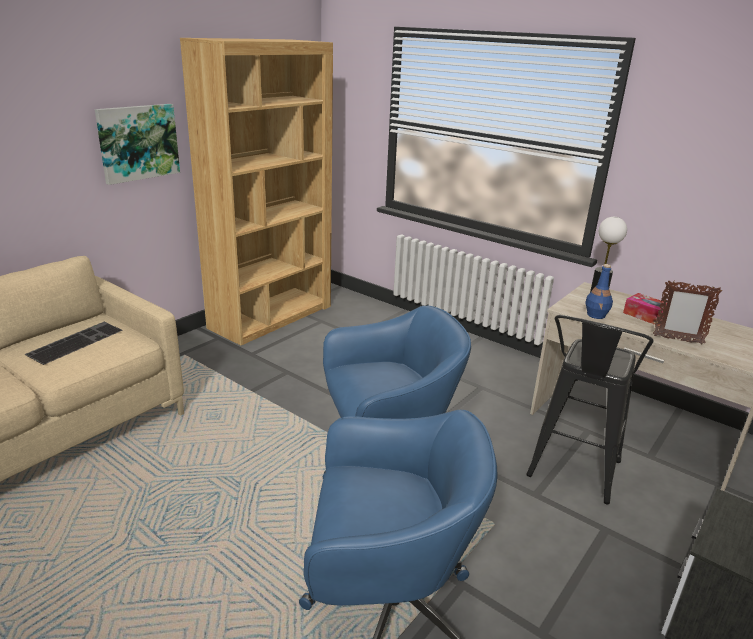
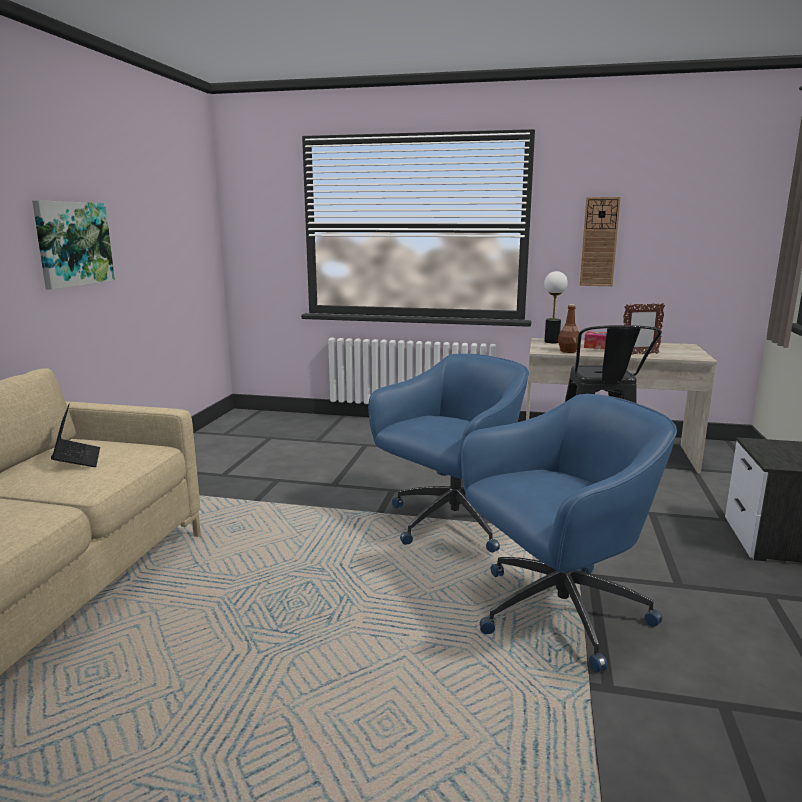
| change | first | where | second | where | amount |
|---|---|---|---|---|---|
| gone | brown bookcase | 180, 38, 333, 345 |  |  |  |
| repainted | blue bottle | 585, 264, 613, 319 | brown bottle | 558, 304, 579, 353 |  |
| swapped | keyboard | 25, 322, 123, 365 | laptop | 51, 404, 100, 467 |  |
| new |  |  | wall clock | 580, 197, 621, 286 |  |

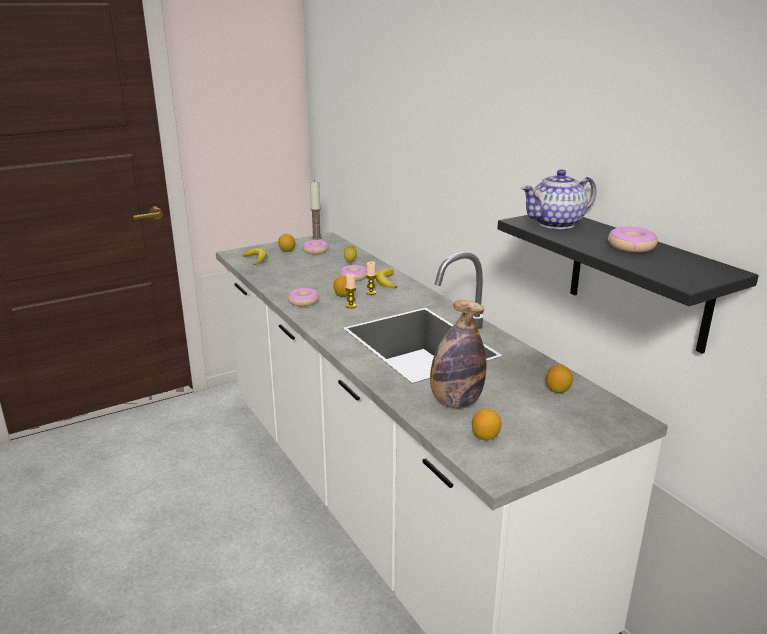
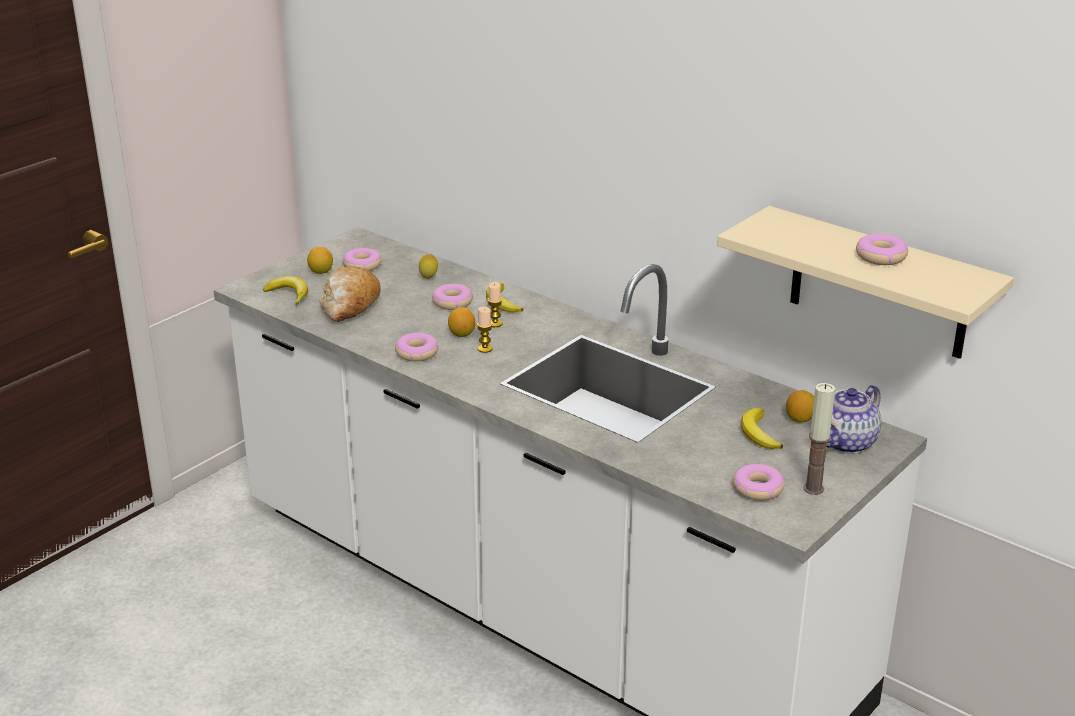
| change | first | where | second | where | amount |
|---|---|---|---|---|---|
| shifted | teapot | 521, 170, 596, 229 |  | 826, 385, 881, 454 |  |
| shifted | candle | 310, 180, 322, 240 |  | 803, 383, 835, 495 |  |
| repainted | black shelf | 497, 215, 759, 354 | beige shelf | 717, 206, 1014, 359 |  |
| gone | bottle | 430, 300, 486, 408 |  |  |  |
| swapped | lemon | 472, 408, 502, 440 | donut | 733, 464, 784, 501 |  |
| new |  |  | bread | 320, 266, 381, 322 |  |
| new |  |  | banana | 741, 408, 783, 449 |  |

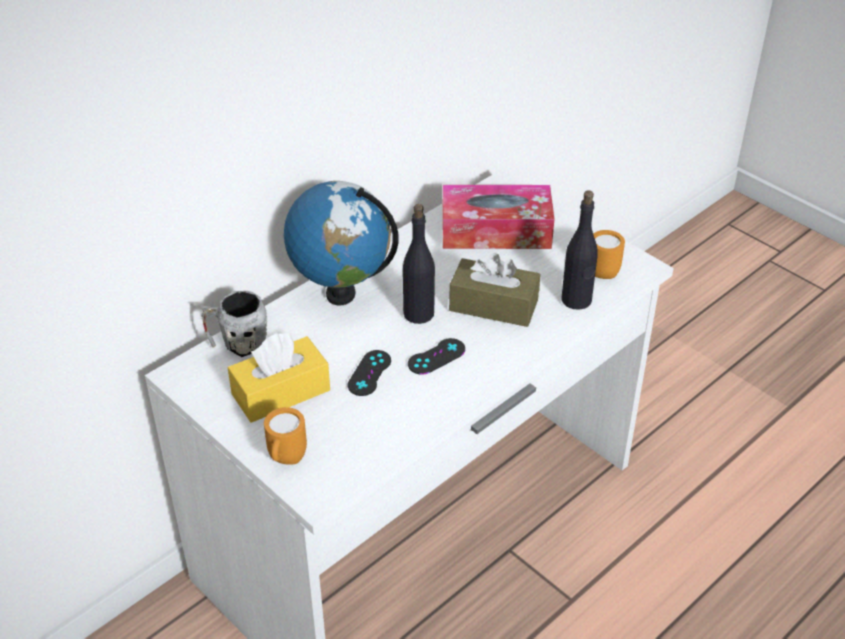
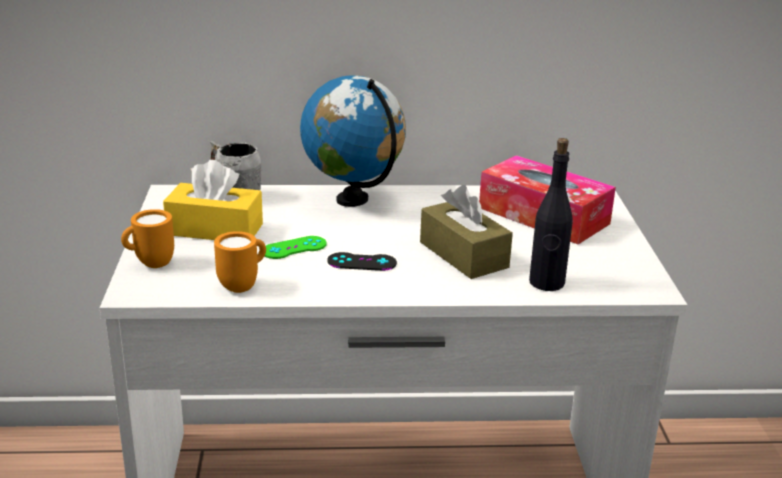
| change | first | where | second | where | amount |
|---|---|---|---|---|---|
| gone | black bottle | 403, 204, 435, 324 |  |  |  |
| shifted | orange mug | 593, 230, 625, 279 |  | 214, 231, 266, 293 |  |
| repainted | black game controller | 348, 350, 391, 396 | green game controller | 265, 236, 327, 259 |  |

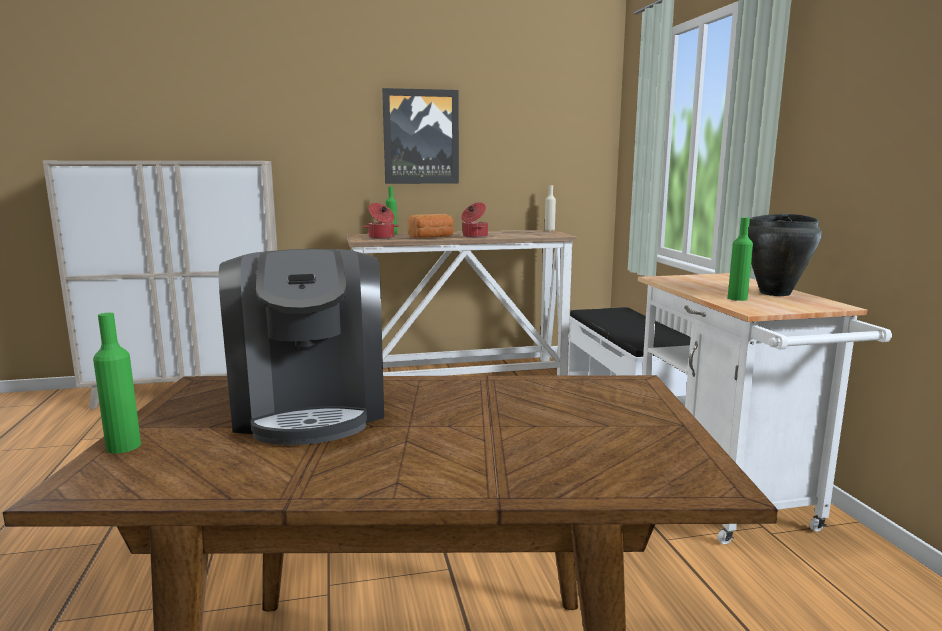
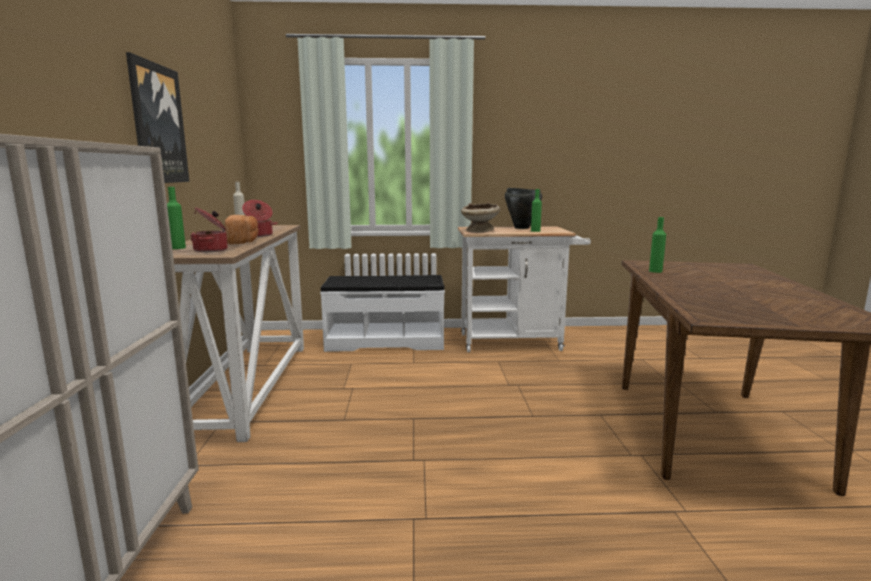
| change | first | where | second | where | amount |
|---|---|---|---|---|---|
| gone | coffee machine | 219, 249, 384, 445 |  |  |  |
| shifted | green bottle | 93, 313, 141, 453 |  | 649, 217, 666, 273 |  |
| new |  |  | beige bowl | 461, 203, 500, 233 |  |

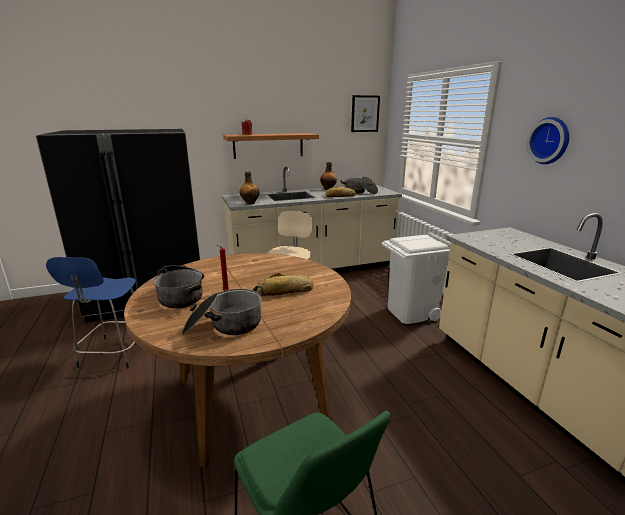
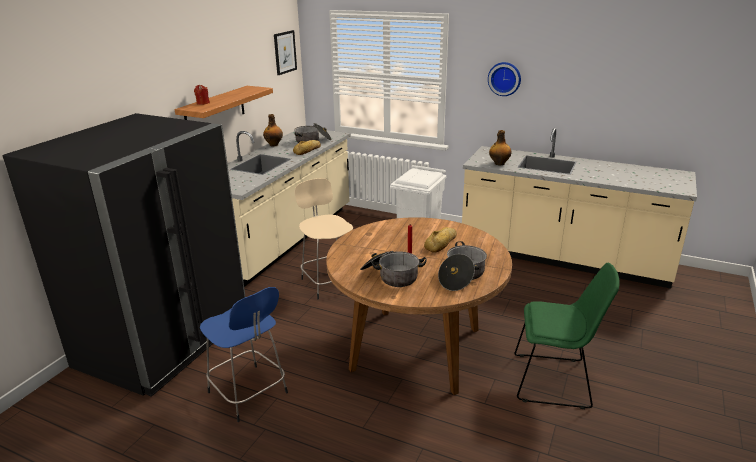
| change | first | where | second | where | amount |
|---|---|---|---|---|---|
| shifted | bottle | 240, 171, 260, 204 |  | 489, 130, 511, 165 |  |

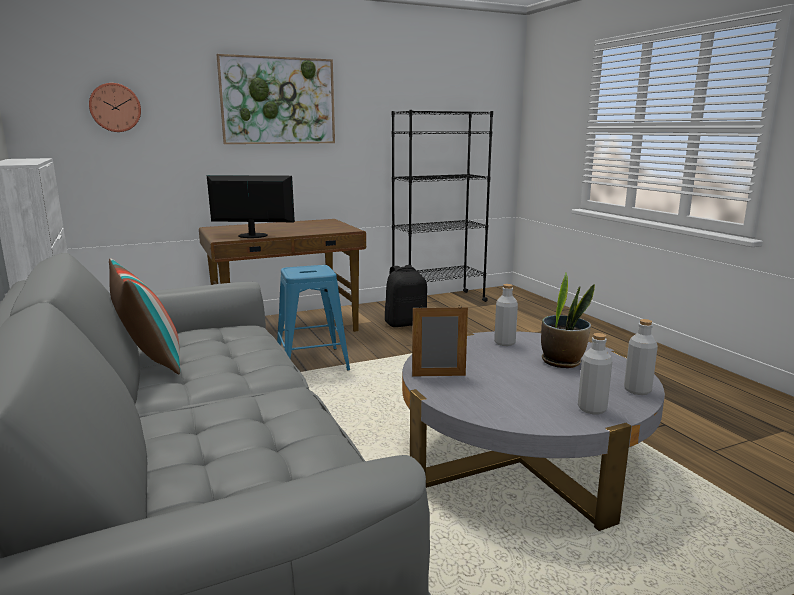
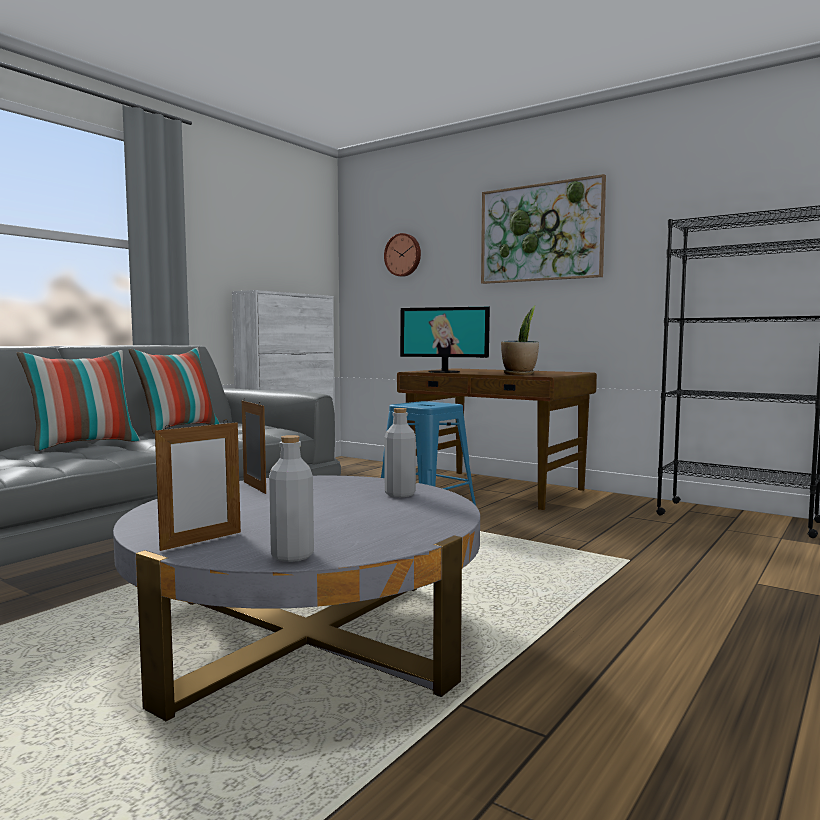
| change | first | where | second | where | amount |
|---|---|---|---|---|---|
| rotated | monitor | 207, 175, 295, 238 |  | 400, 307, 490, 373 | 135 degrees clockwise |
| gone | black backpack | 385, 265, 427, 327 |  |  |  |
| shifted | potted plant | 541, 273, 595, 368 |  | 501, 306, 539, 375 |  |
| swapped | grey bottle | 578, 333, 612, 414 | picture frame | 155, 419, 241, 551 |  |
| new |  |  | pillow | 17, 350, 140, 451 |  |

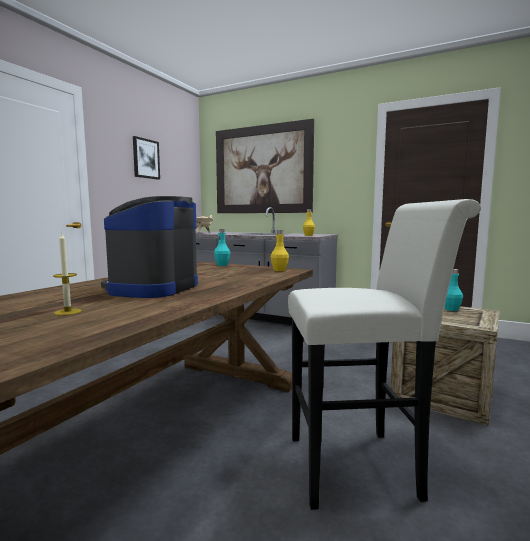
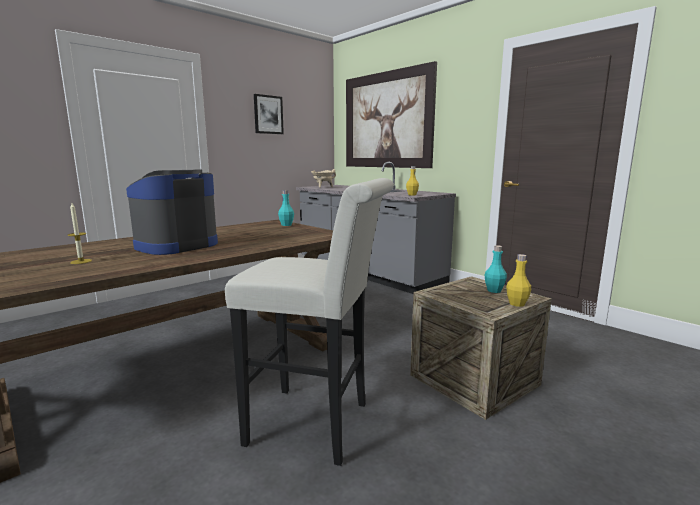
| change | first | where | second | where | amount |
|---|---|---|---|---|---|
| shifted | yellow bottle | 271, 230, 289, 271 |  | 506, 254, 531, 307 |  |

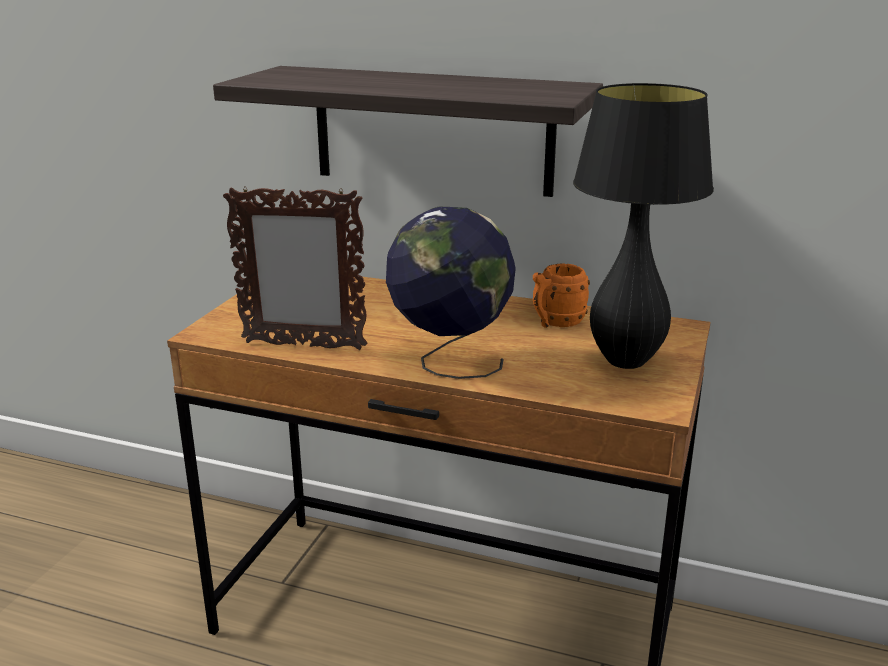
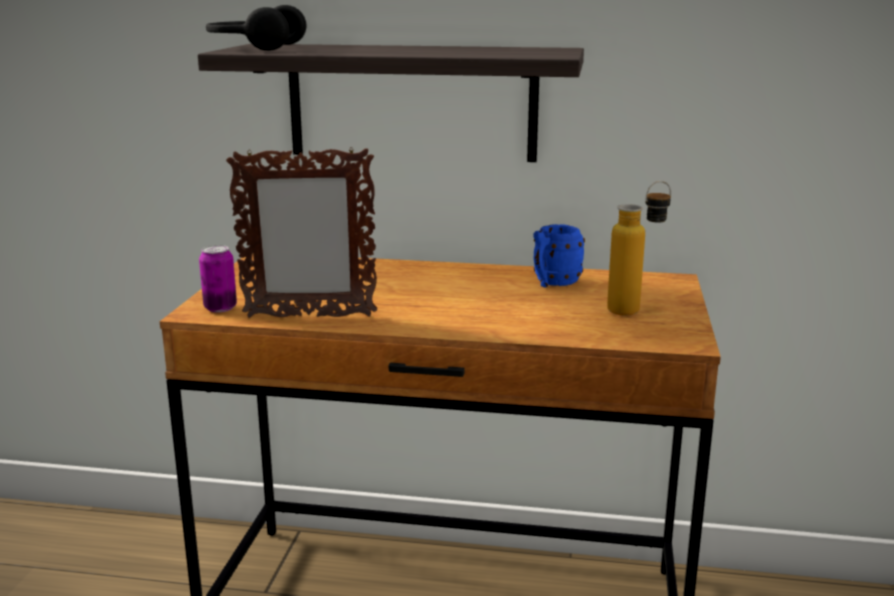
| change | first | where | second | where | amount |
|---|---|---|---|---|---|
| swapped | black table lamp | 573, 83, 714, 369 | bottle | 607, 181, 671, 316 |  |
| gone | globe | 386, 206, 516, 379 |  |  |  |
| repainted | orange mug | 533, 263, 590, 328 | blue mug | 533, 224, 585, 288 |  |
| new |  |  | black headphones | 206, 5, 306, 51 |  |
| new |  |  | can | 199, 245, 237, 313 |  |

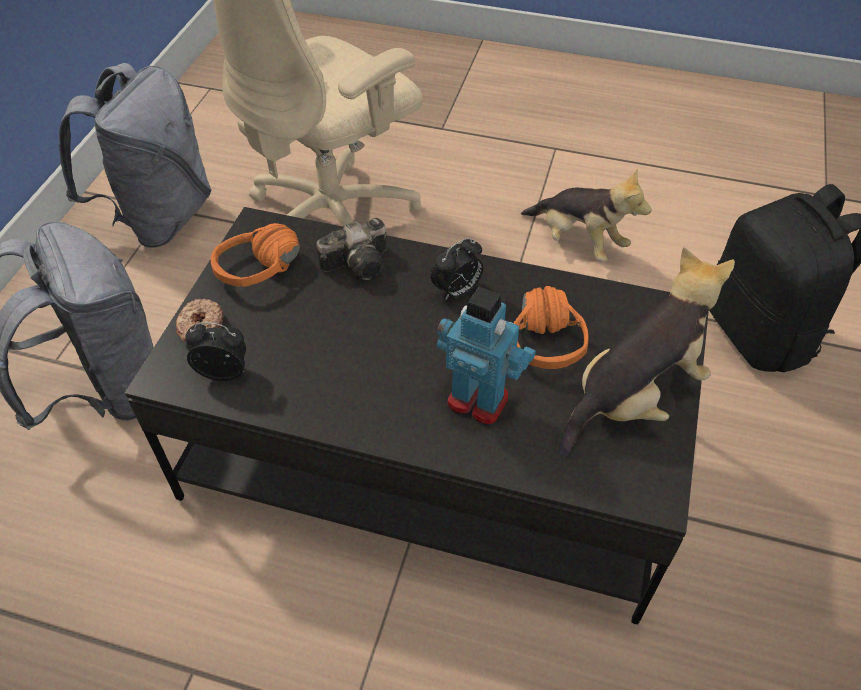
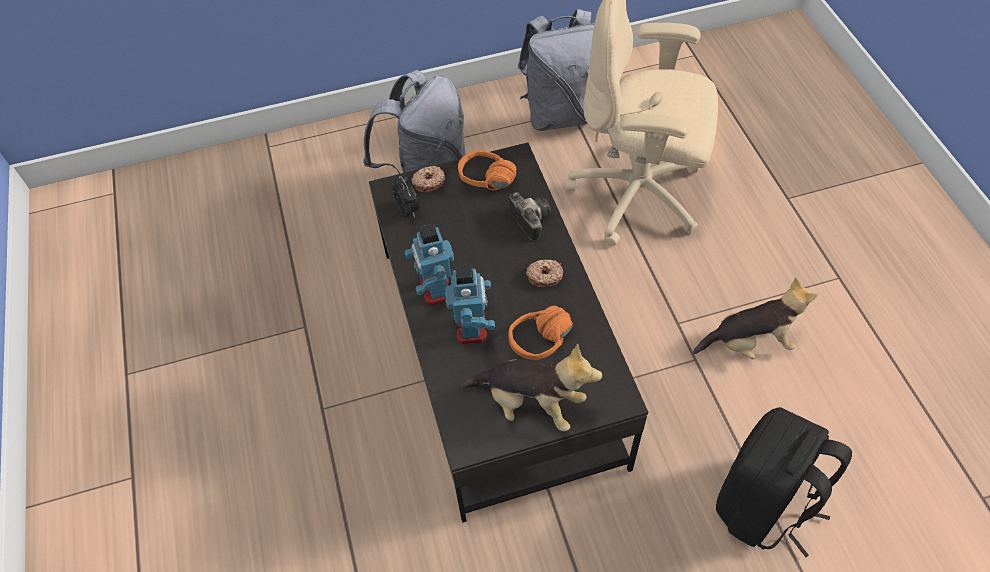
| change | first | where | second | where | amount |
|---|---|---|---|---|---|
| rotated | plush toy | 521, 169, 652, 262 |  | 693, 277, 818, 359 | 105 degrees counterclockwise |
| rotated | photo camera | 316, 218, 387, 280 |  | 509, 192, 551, 241 | 150 degrees counterclockwise |
| swapped | alarm clock | 431, 237, 483, 300 | donut | 526, 259, 563, 287 |  |
| new |  |  | toy robot | 405, 223, 454, 305 |  |

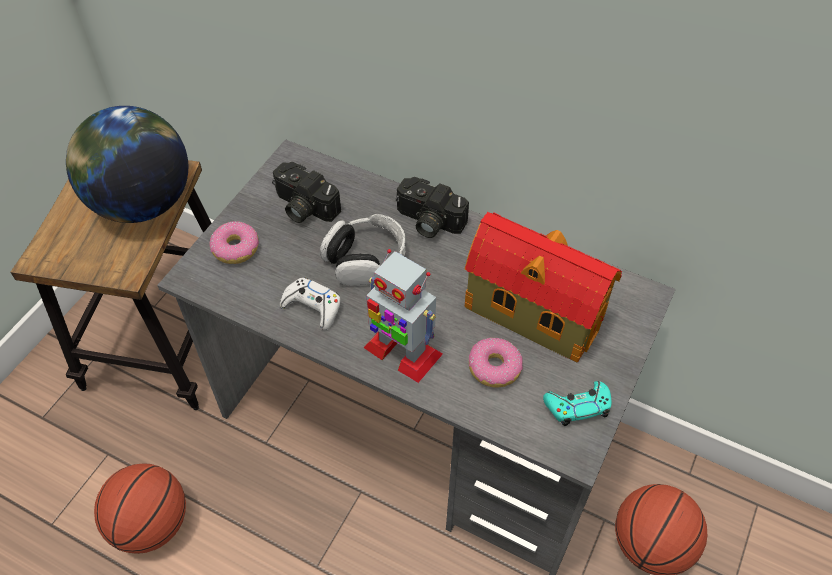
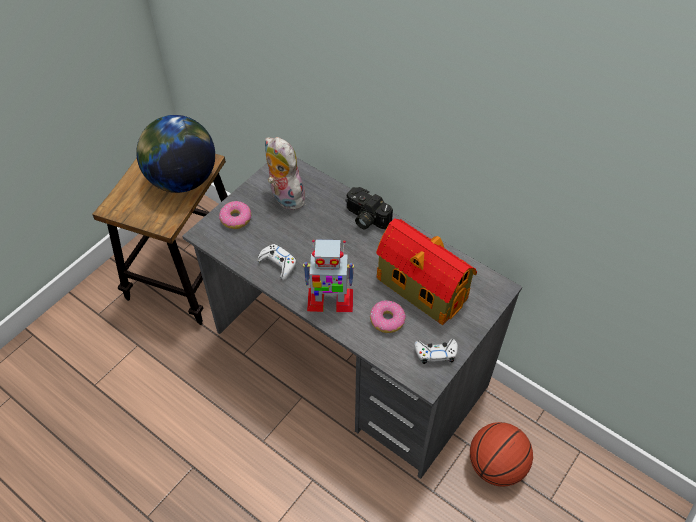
| change | first | where | second | where | amount |
|---|---|---|---|---|---|
| swapped | photo camera | 272, 162, 341, 223 | plush toy | 265, 137, 308, 210 |  |
| gone | headphones | 320, 214, 405, 286 |  |  |  |
| rotated | toy robot | 363, 249, 443, 383 |  | 303, 240, 354, 312 | 45 degrees counterclockwise |
| repainted | turquoise game controller | 543, 381, 612, 426 | white game controller | 414, 339, 458, 364 |  |
| gone | basketball | 94, 463, 186, 554 |  |  |  |

